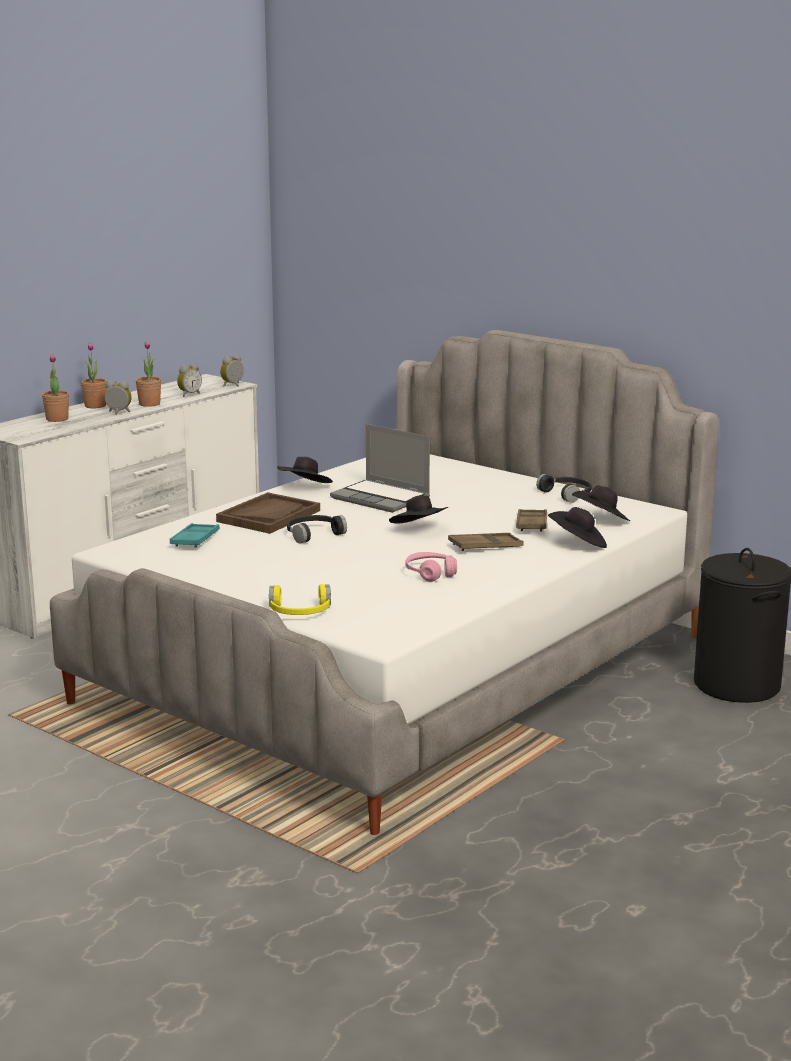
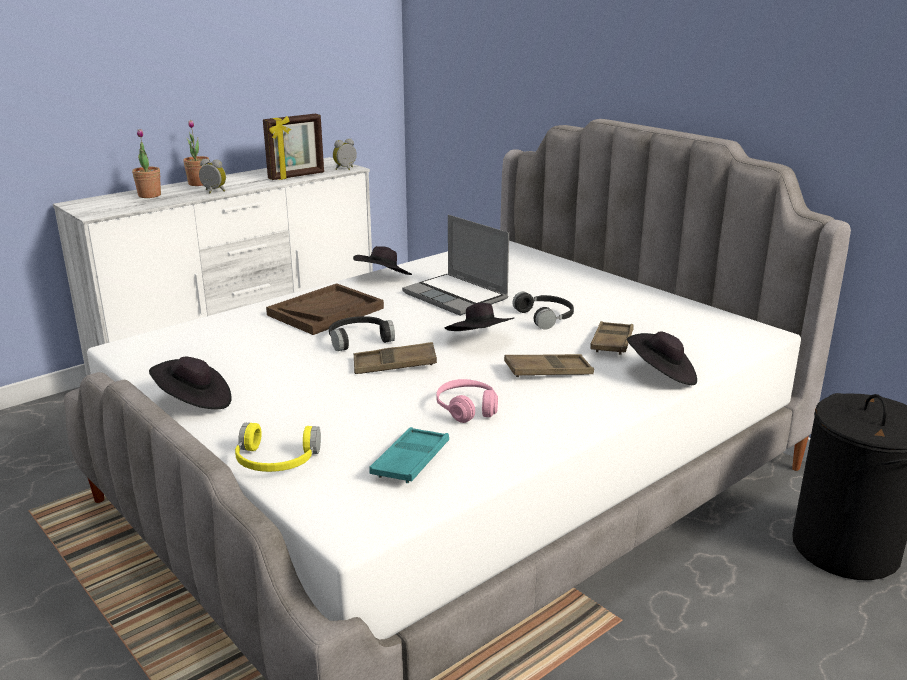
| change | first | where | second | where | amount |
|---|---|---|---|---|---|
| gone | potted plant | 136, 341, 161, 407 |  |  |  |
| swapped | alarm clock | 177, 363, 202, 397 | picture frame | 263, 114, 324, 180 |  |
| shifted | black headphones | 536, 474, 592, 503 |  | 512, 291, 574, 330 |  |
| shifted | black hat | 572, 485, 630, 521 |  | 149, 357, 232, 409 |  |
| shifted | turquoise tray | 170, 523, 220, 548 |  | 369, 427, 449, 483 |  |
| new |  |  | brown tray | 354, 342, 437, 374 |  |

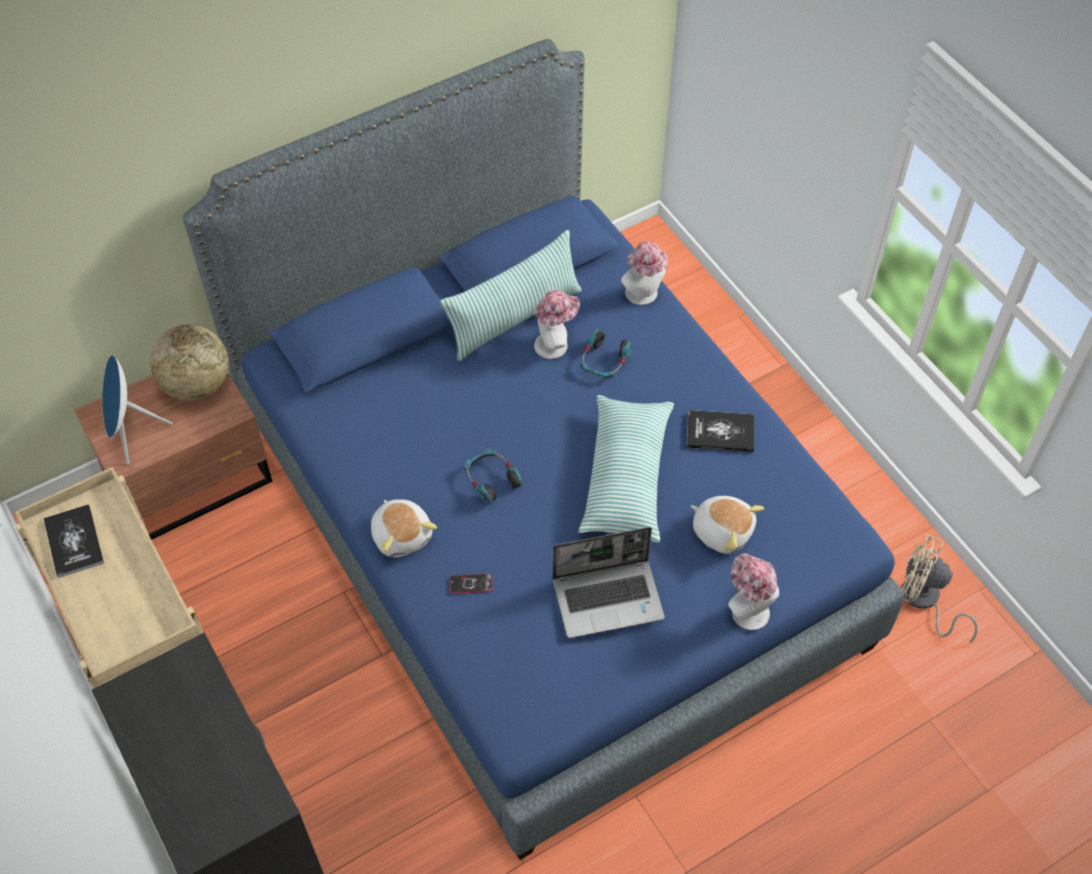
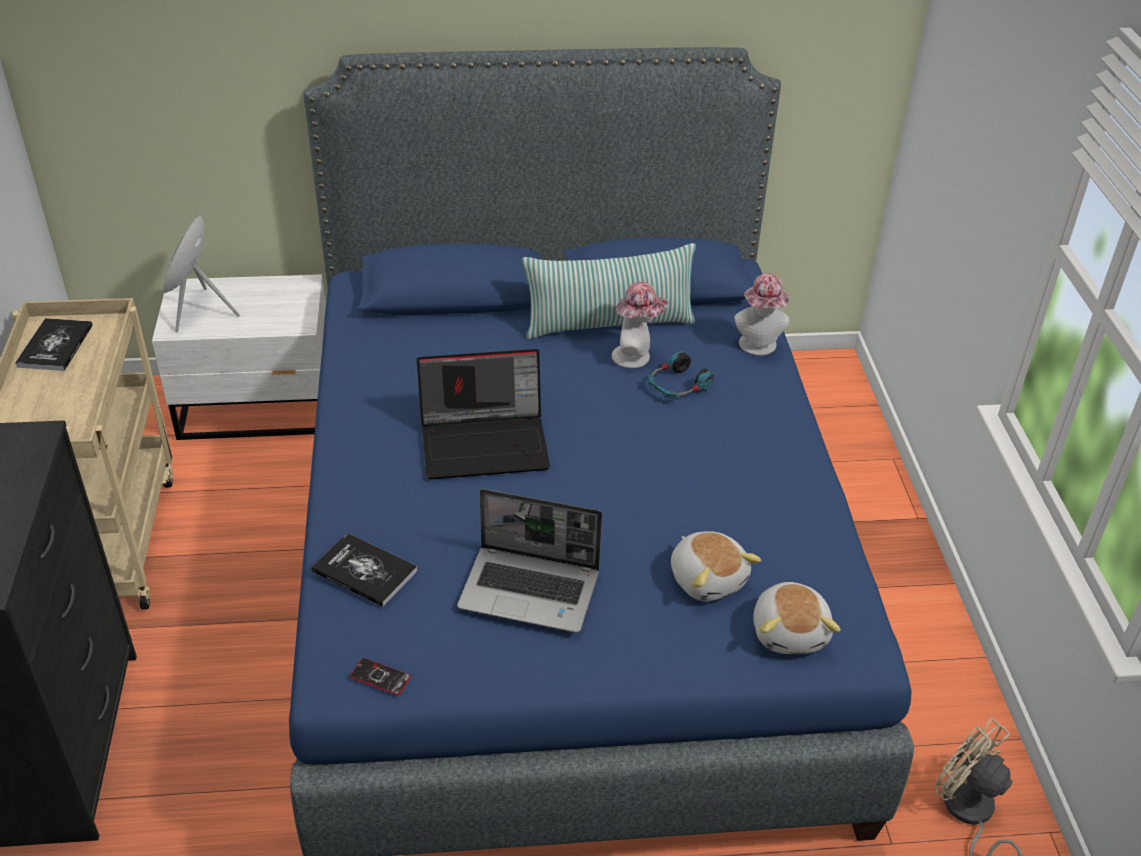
| change | first | where | second | where | amount |
|---|---|---|---|---|---|
| gone | globe | 150, 324, 229, 401 |  |  |  |
| repainted | brown nightstand | 74, 372, 273, 540 | white nightstand | 152, 274, 326, 440 |  |
| gone | pillow | 578, 395, 674, 543 |  |  |  |
| shifted | book | 687, 410, 754, 452 |  | 311, 533, 418, 607 |  |
| swapped | headphones | 464, 449, 522, 504 | laptop | 417, 349, 550, 479 |  |
| shifted | plush toy | 371, 499, 437, 557 |  | 753, 582, 841, 654 |  |
| gone | hat | 728, 553, 779, 630 |  |  |  |
| shifted | phone | 450, 574, 492, 594 |  | 350, 658, 411, 695 |  |

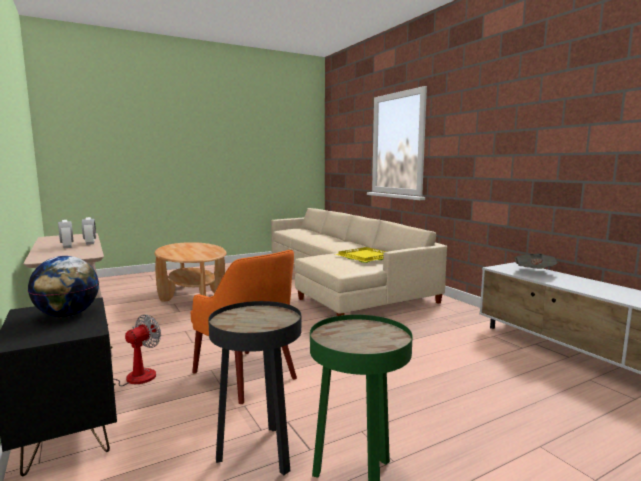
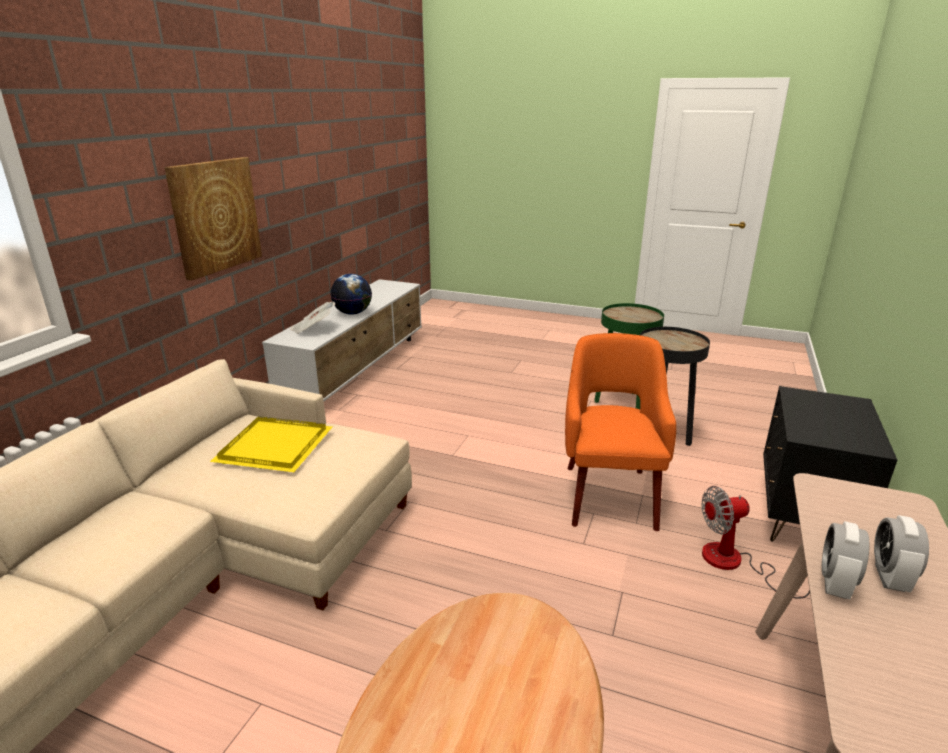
| change | first | where | second | where | amount |
|---|---|---|---|---|---|
| shifted | globe | 28, 256, 99, 317 |  | 331, 274, 372, 315 |  |
| new |  |  | picture | 164, 157, 262, 281 |  |

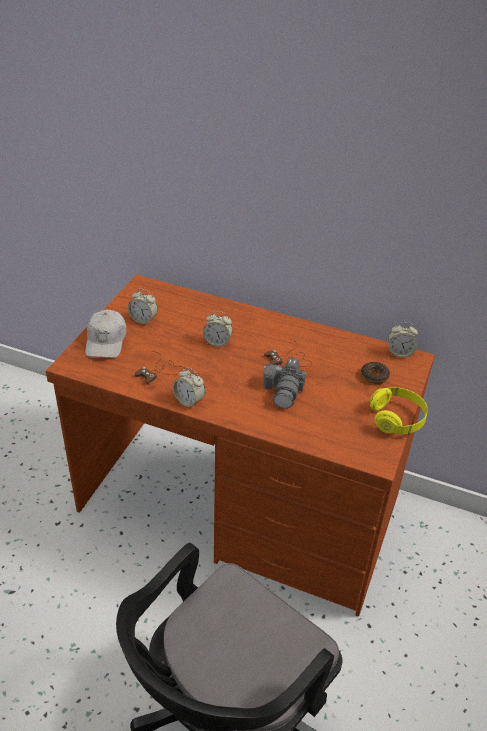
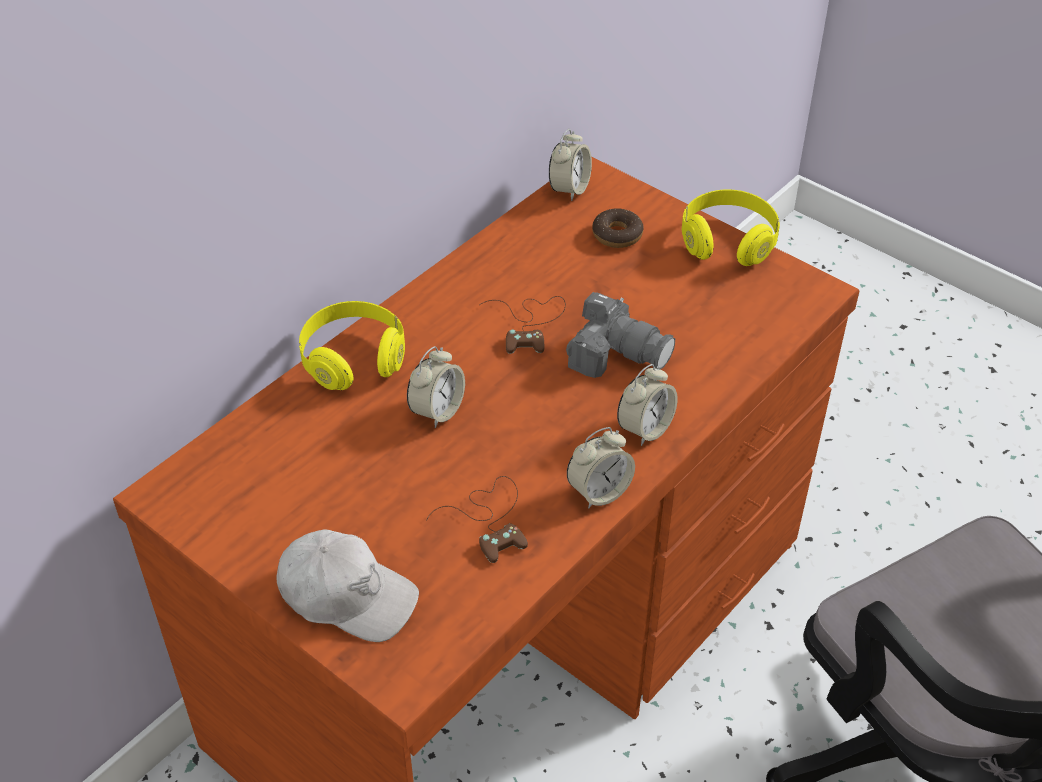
| change | first | where | second | where | amount |
|---|---|---|---|---|---|
| shifted | alarm clock | 128, 289, 158, 325 |  | 617, 364, 677, 446 |  |
| new |  |  | yellow headphones | 299, 301, 405, 390 |  |

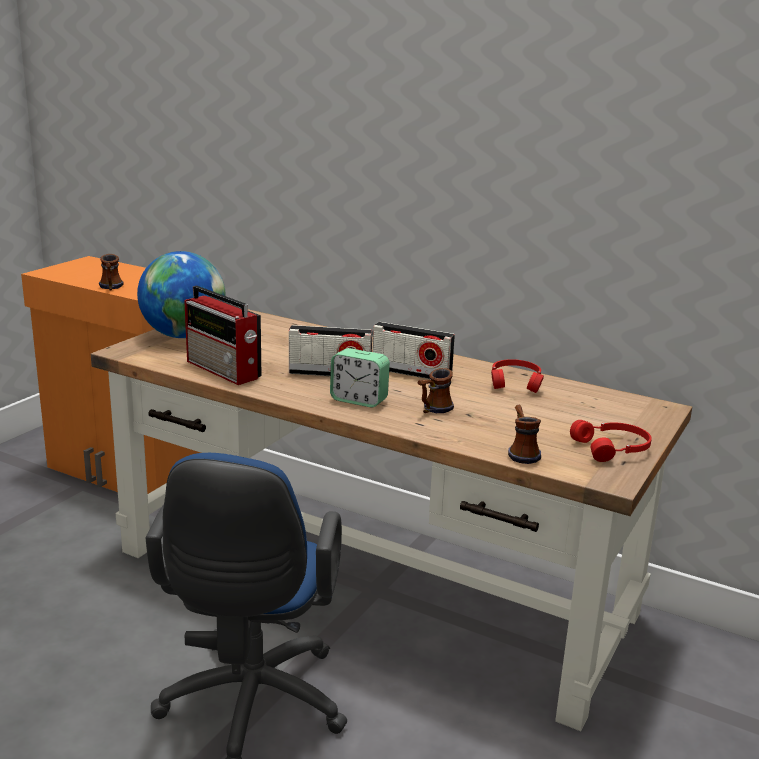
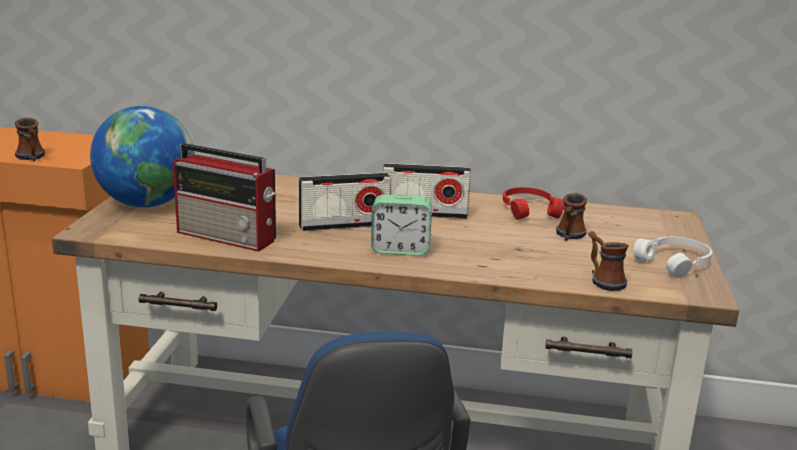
| change | first | where | second | where | amount |
|---|---|---|---|---|---|
| shifted | mug | 417, 368, 454, 413 |  | 556, 193, 587, 241 |  |
| repainted | red headphones | 570, 420, 652, 462 | white headphones | 634, 237, 712, 278 |  |

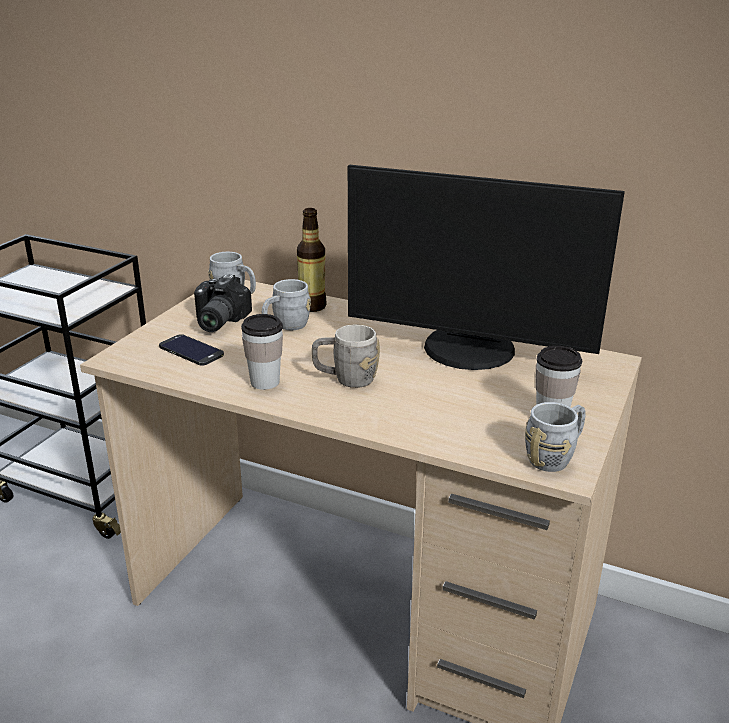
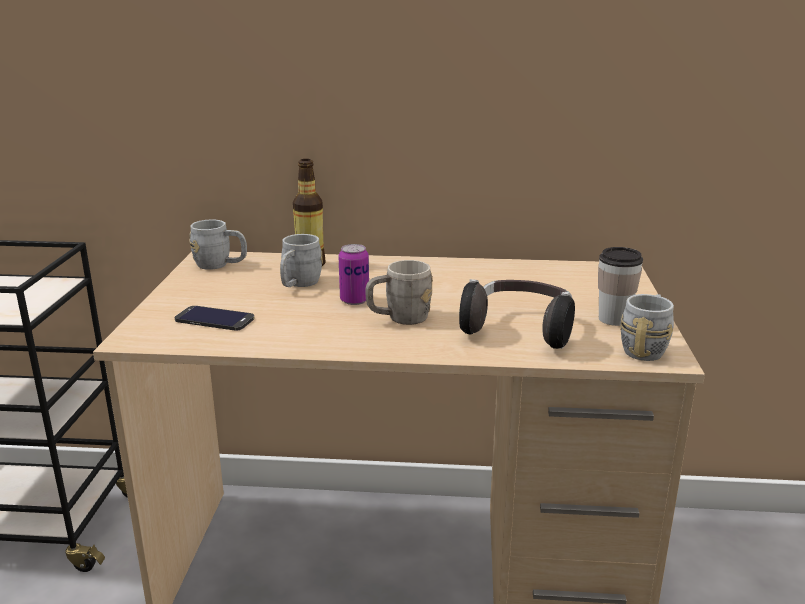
| change | first | where | second | where | amount |
|---|---|---|---|---|---|
| gone | monitor | 348, 165, 625, 370 |  |  |  |
| gone | photo camera | 194, 274, 252, 332 |  |  |  |
| gone | cup | 241, 314, 283, 390 |  |  |  |
| new |  |  | can | 338, 244, 369, 305 |  |
| new |  |  | headphones | 459, 279, 575, 349 |  |

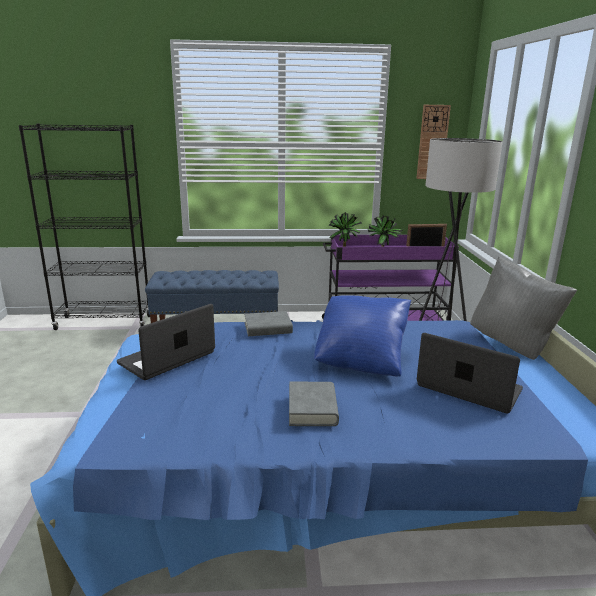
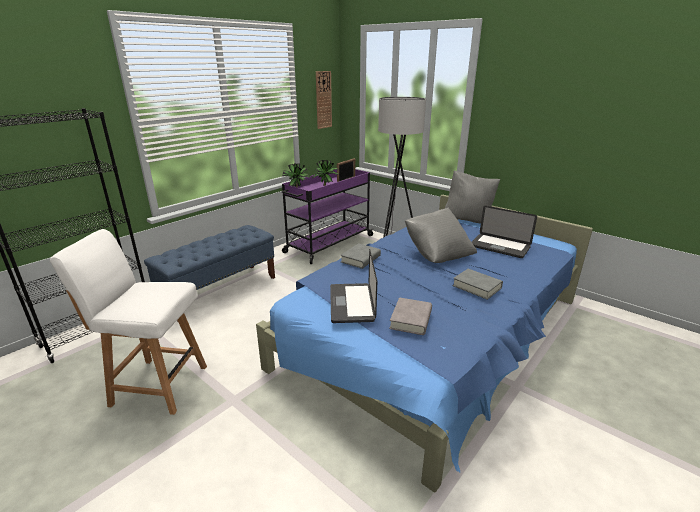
| change | first | where | second | where | amount |
|---|---|---|---|---|---|
| repainted | blue pillow | 314, 295, 412, 376 | grey pillow | 405, 208, 477, 263 |  |
| rotated | laptop | 417, 333, 523, 414 |  | 472, 206, 537, 258 | 135 degrees counterclockwise |
| new |  |  | white chair | 50, 229, 207, 415 |  |
| new |  |  | grey book | 389, 297, 432, 335 |  |

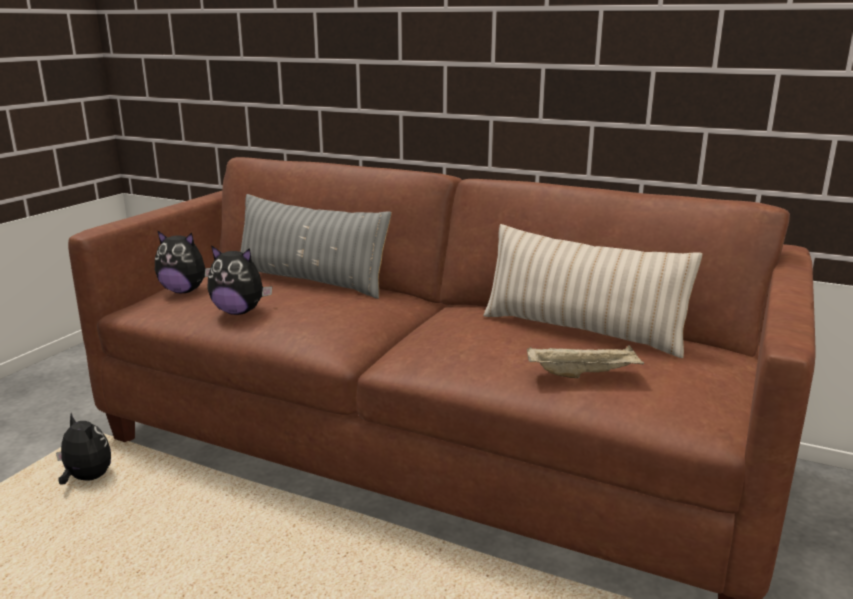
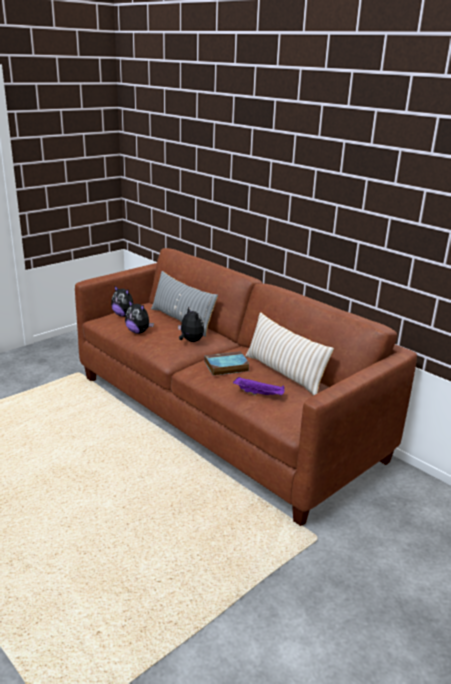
| change | first | where | second | where | amount |
|---|---|---|---|---|---|
| repainted | beige tray | 527, 345, 644, 378 | purple tray | 233, 377, 285, 396 |  |
| shifted | plush toy | 56, 413, 111, 484 |  | 178, 306, 204, 342 |  |
| new |  |  | book | 205, 351, 250, 376 |  |

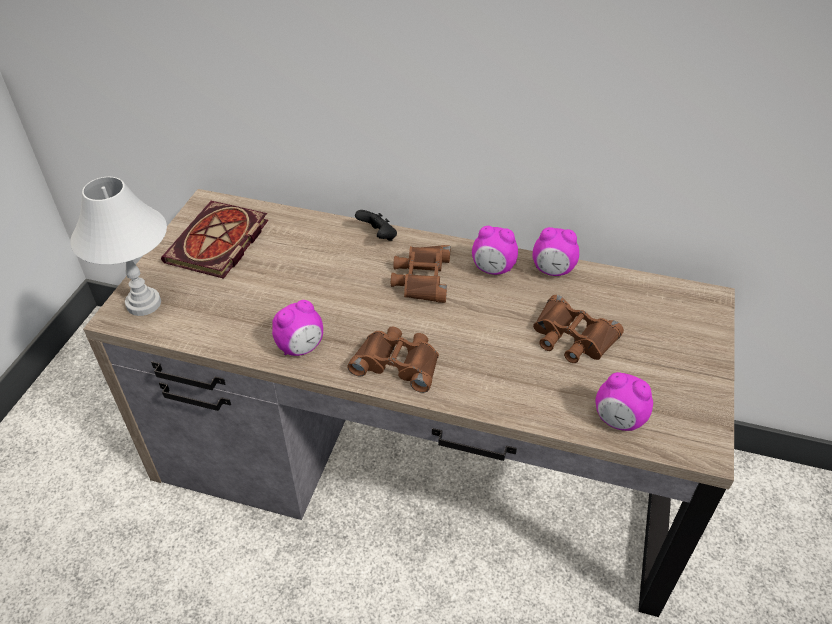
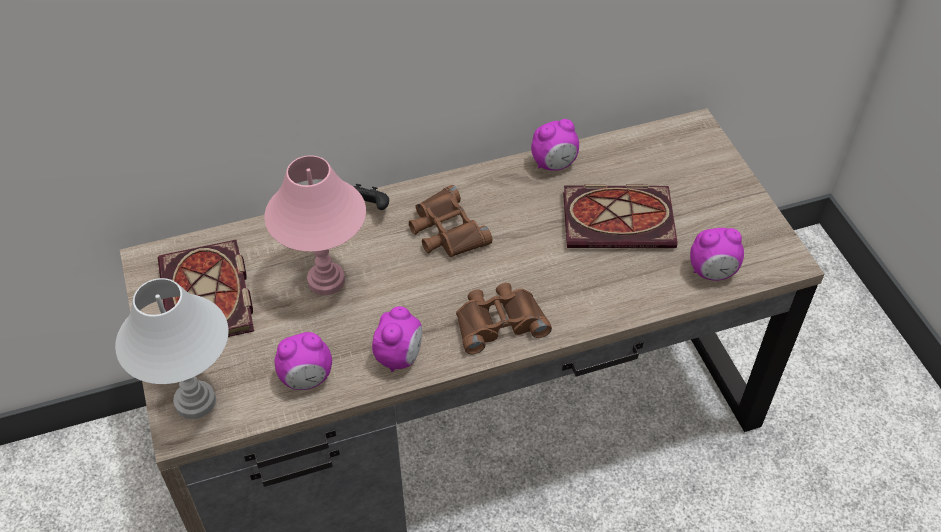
| change | first | where | second | where | amount |
|---|---|---|---|---|---|
| shifted | alarm clock | 472, 226, 518, 275 |  | 275, 332, 332, 390 |  |
| swapped | brown binoculars | 533, 295, 624, 363 | book | 563, 184, 678, 248 |  |
| new |  |  | pink table lamp | 264, 155, 366, 295 |  |

